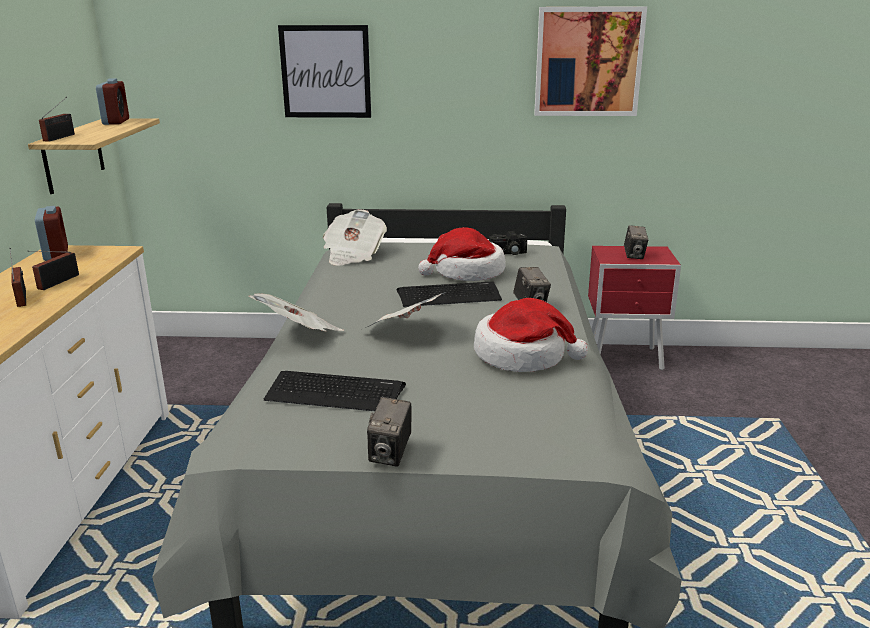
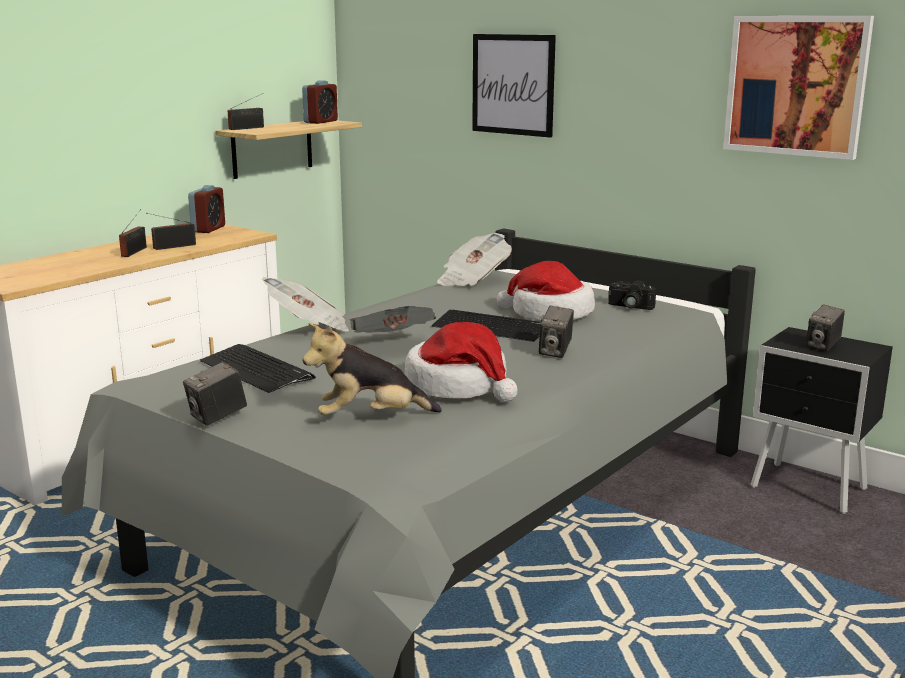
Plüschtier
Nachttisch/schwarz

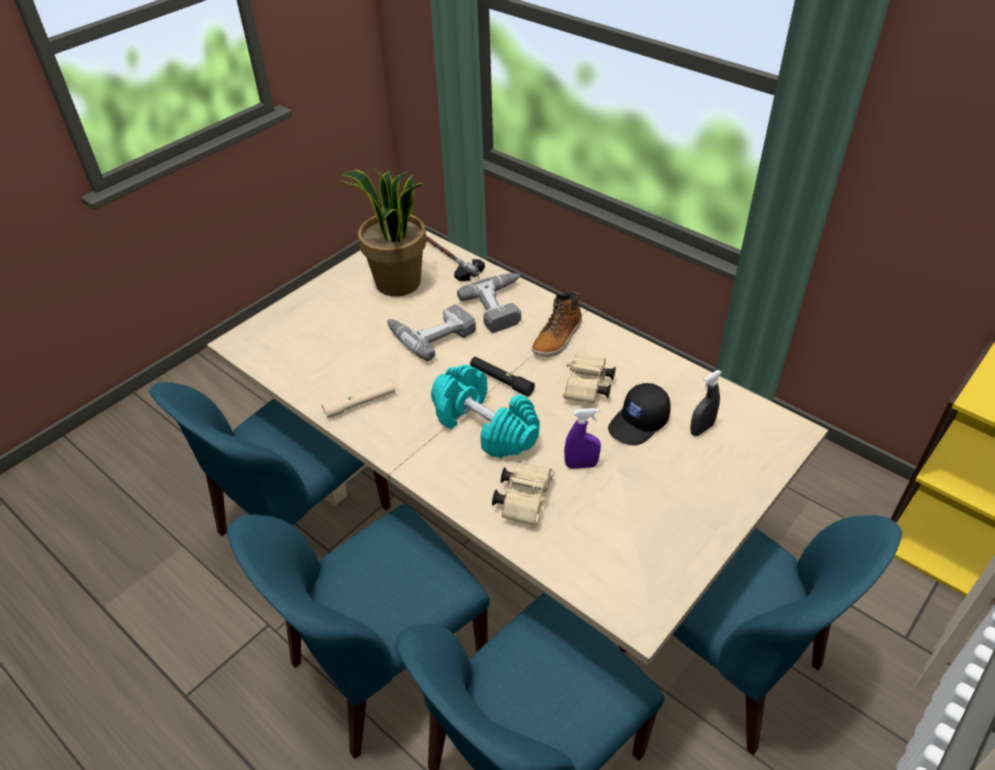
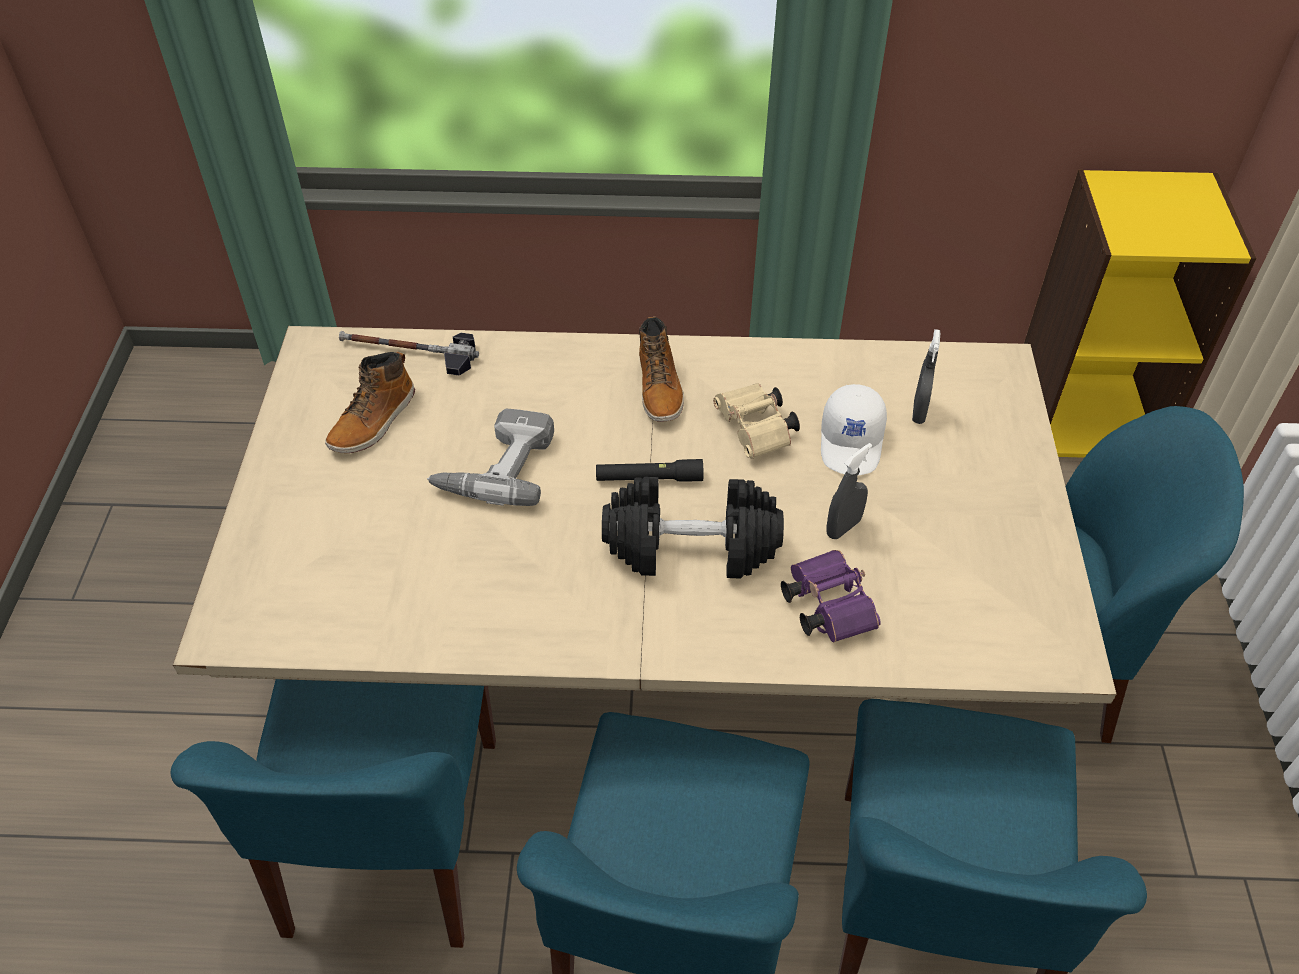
Taschenlampe/beige
Bohrmaschine (2nd from left in the first image)
Stiefel (1st from left)
Hantel/schwarz
Fernglas/lila
Sprühflasche/grau (1st from left)
Kappe/weiß

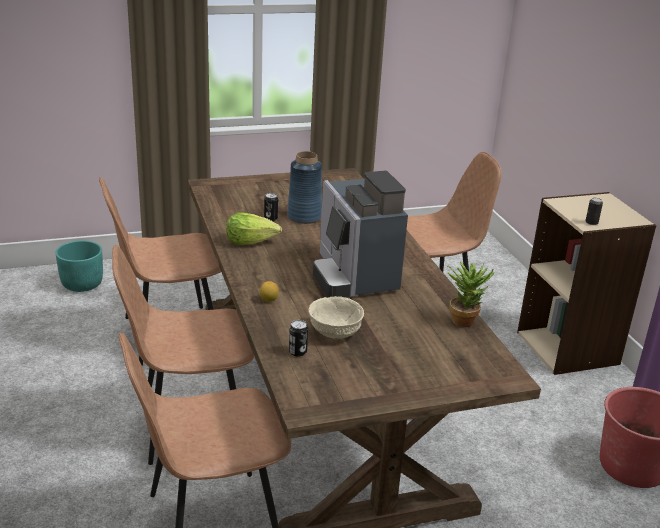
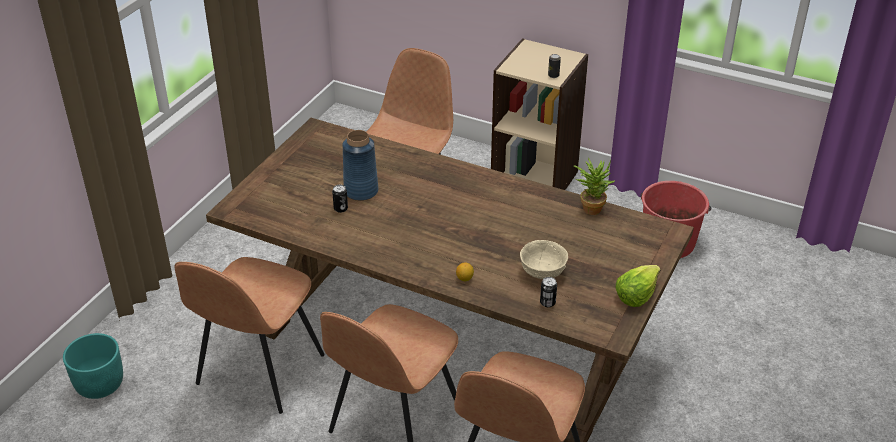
Kaffeemaschine
Salatkopf

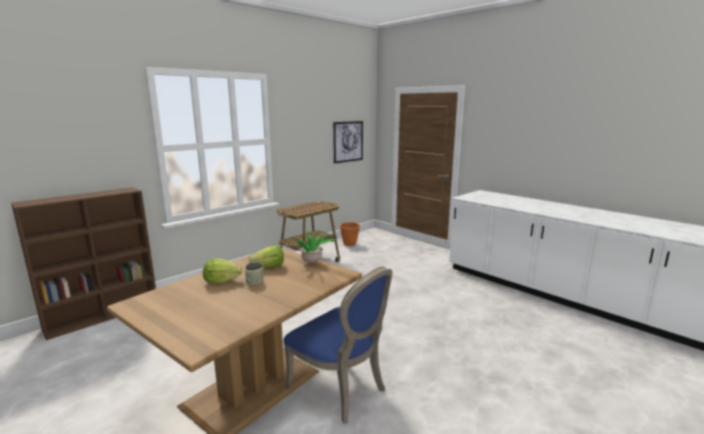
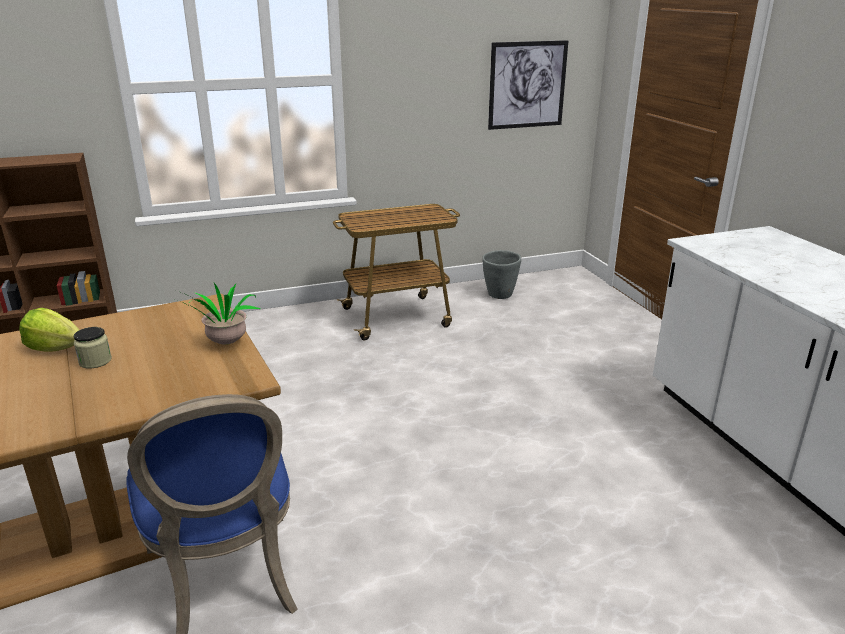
Salatkopf (2nd from left in the first image)
Pflanzkübel/grau

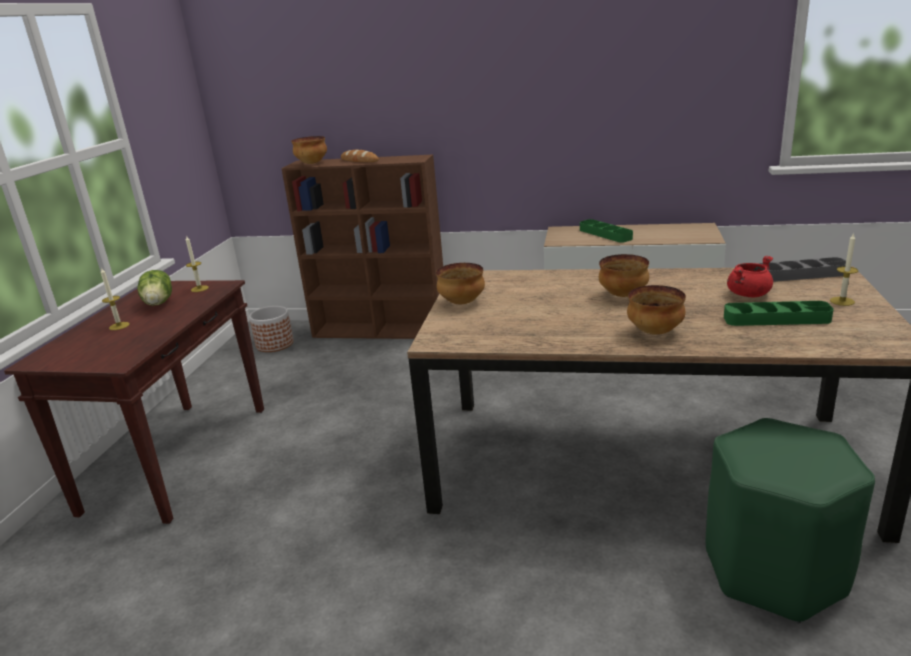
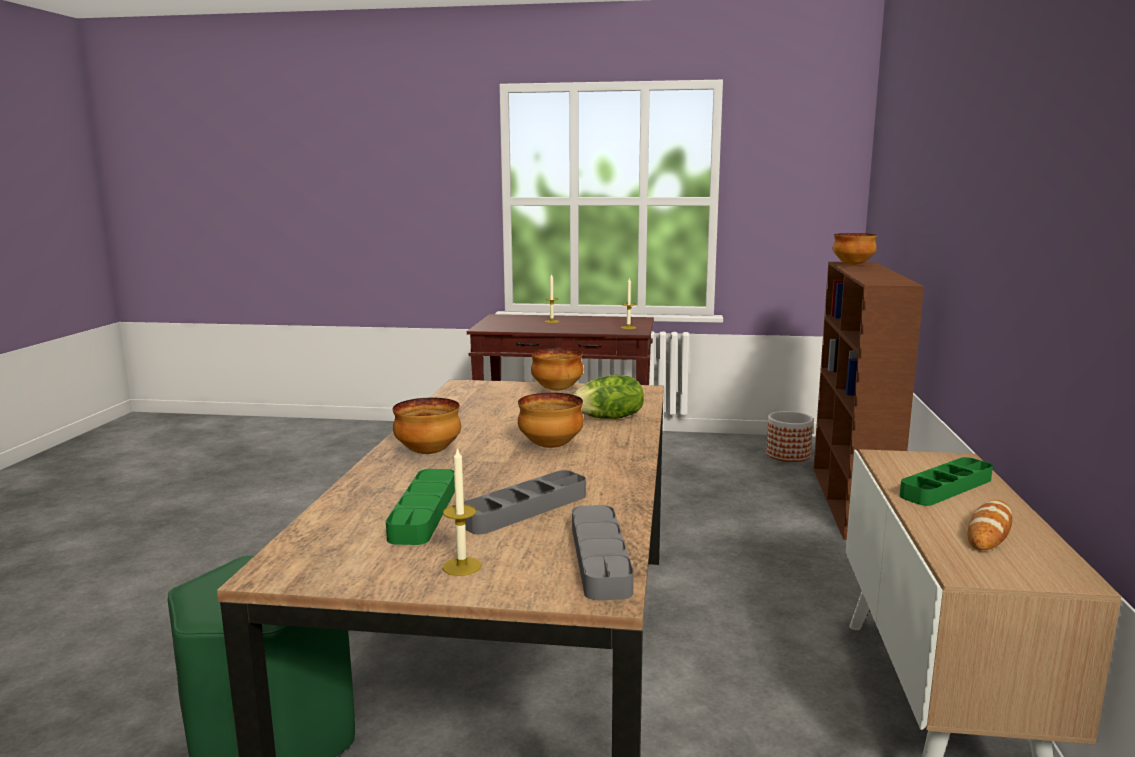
Salatkopf
Brot
Tablett/grau (1st from left)

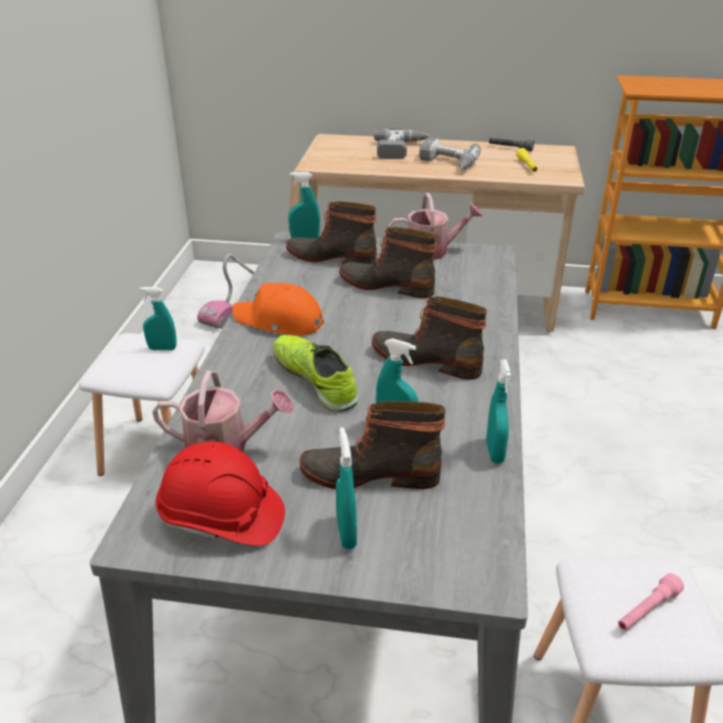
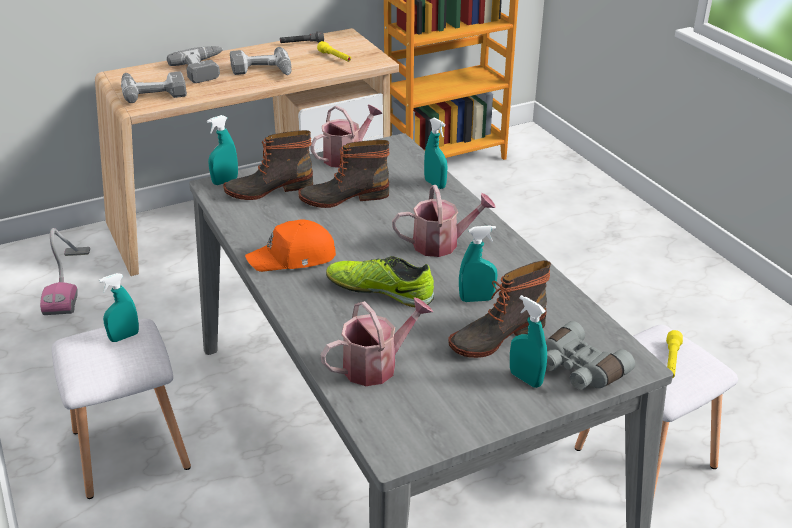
Schutzhelm/rot
Bohrmaschine (1st from left)
Fernglas/grau
Sprühflasche/türkis (3rd from left)
Gießkanne (3rd from left)
Taschenlampe/gelb (2nd from left)

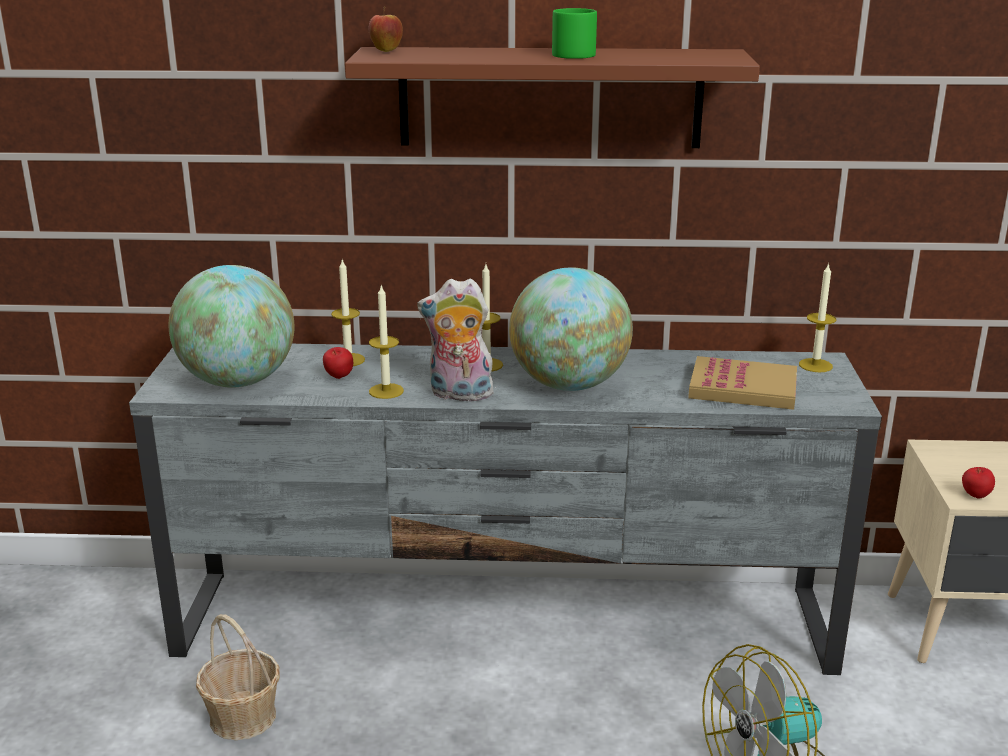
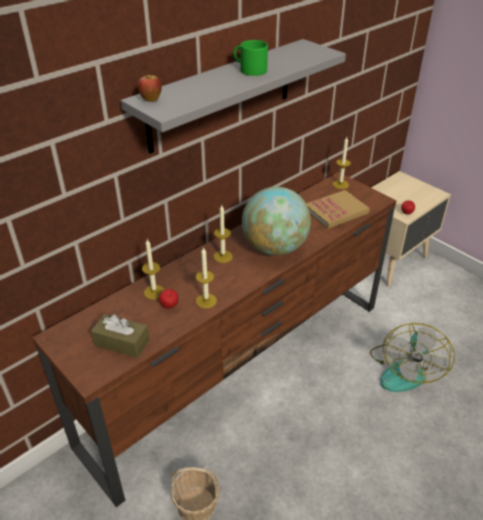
Plüschtier
Taschentuchbox/braun
Fernsehschrank/braun
Wandregal/grau

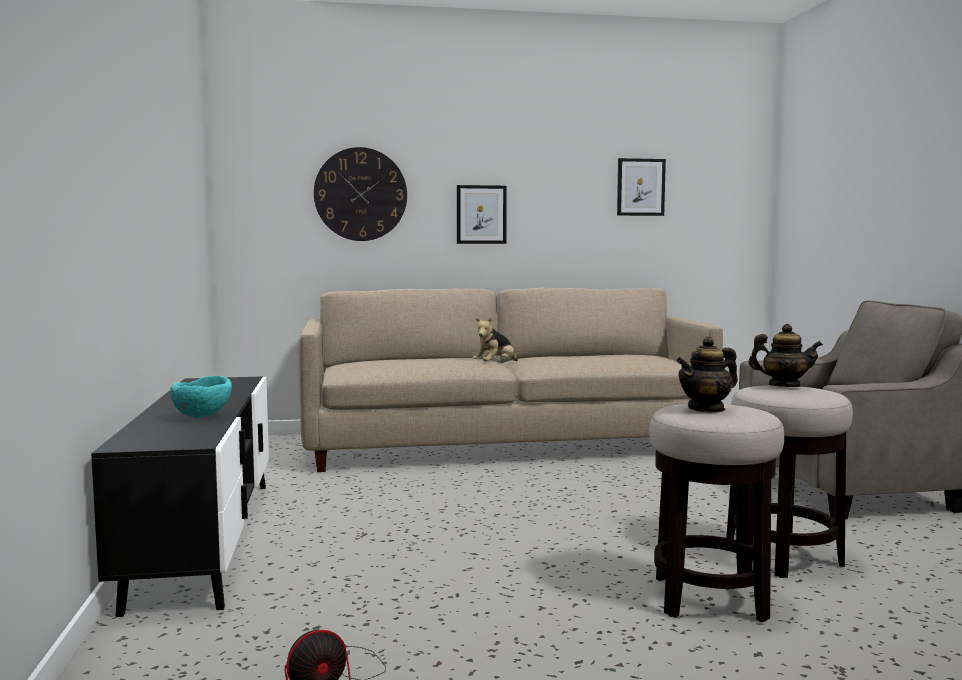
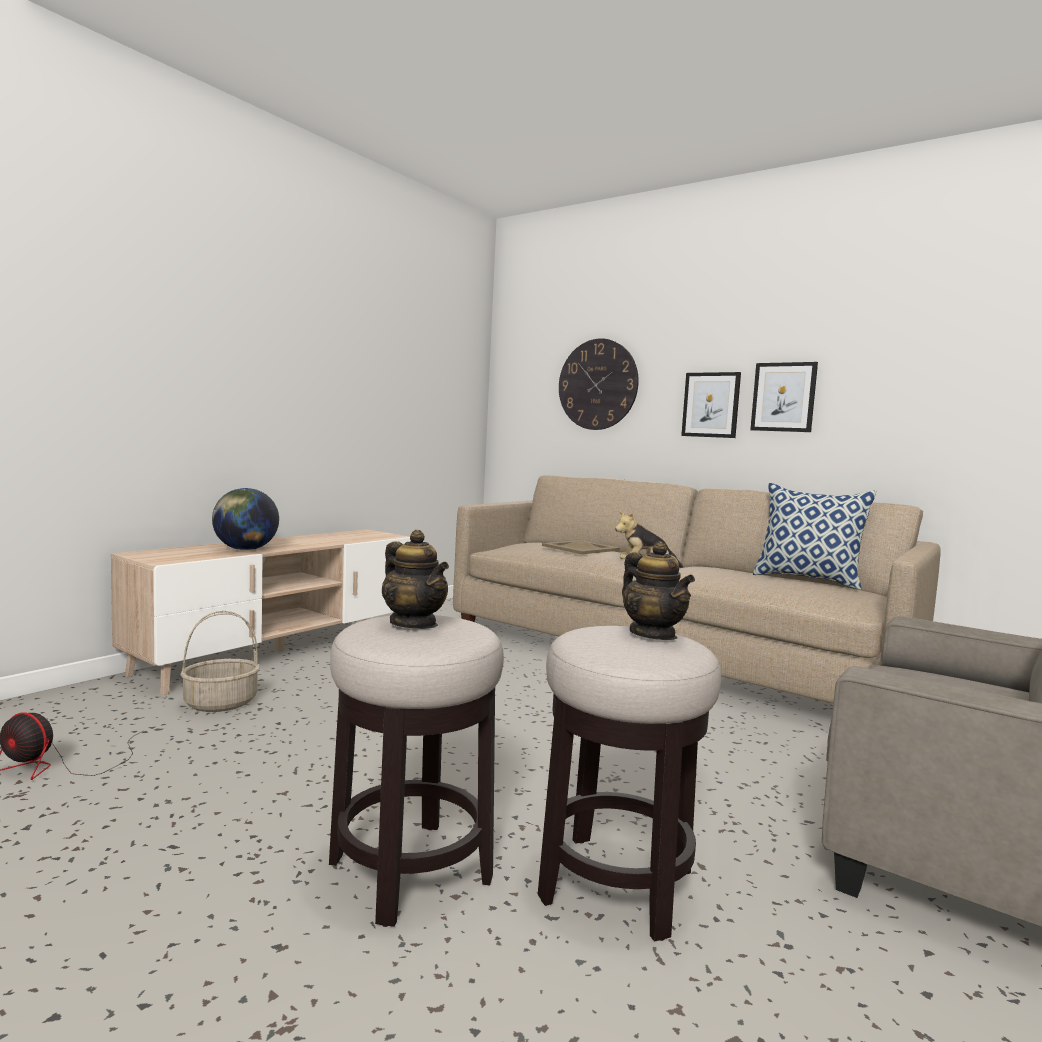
Korb
Tablett/beige
Kissen
Bild (2nd from left)
Globus
Fernsehschrank/beige
Teekanne (1st from left)

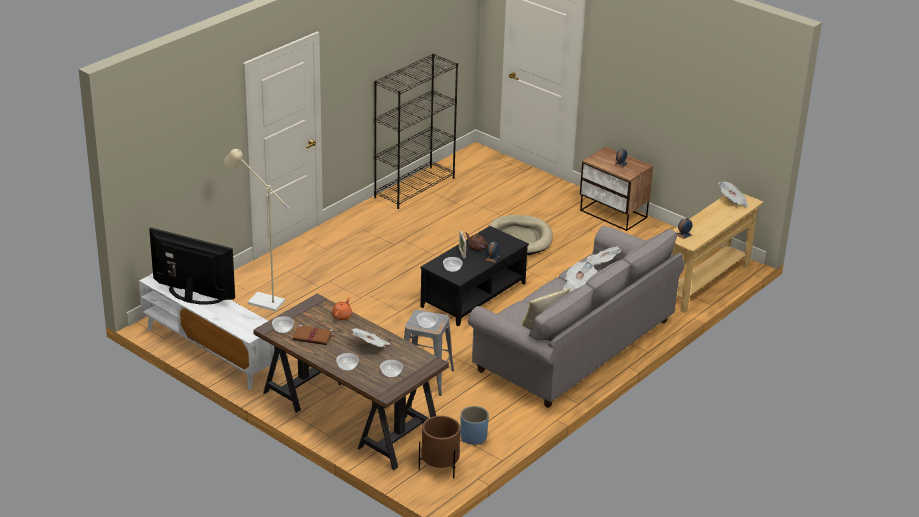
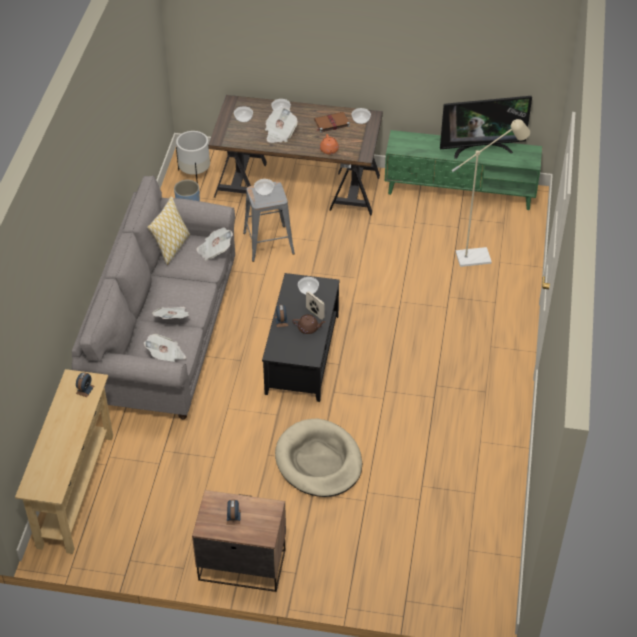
Bücherregal/schwarz
Zeitung (3rd from left)
Fernsehschrank/grün
Pflanzkübel/weiß

